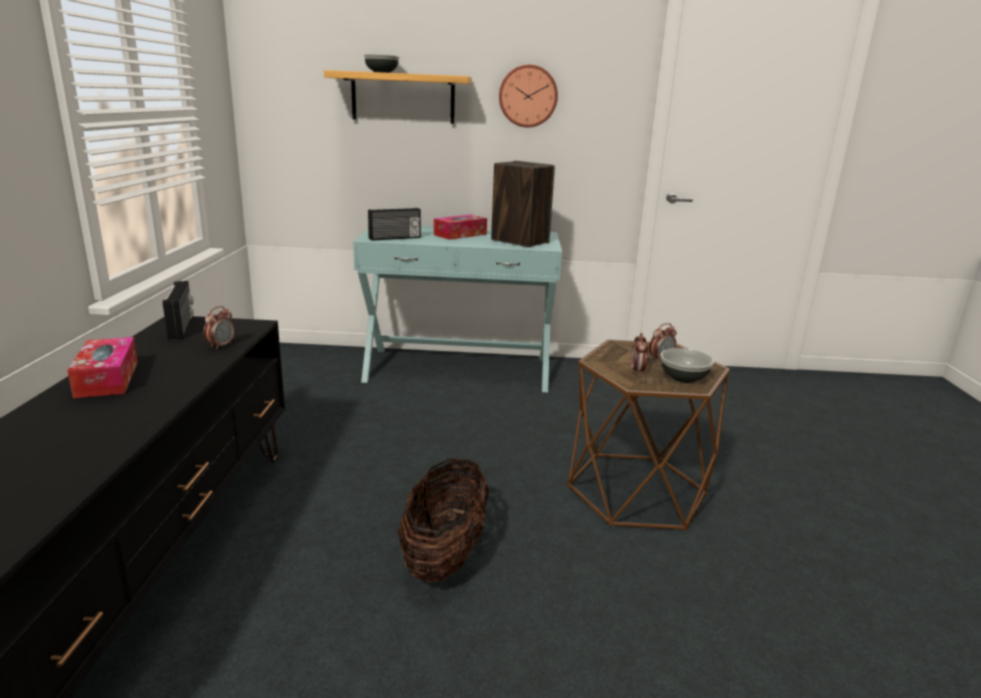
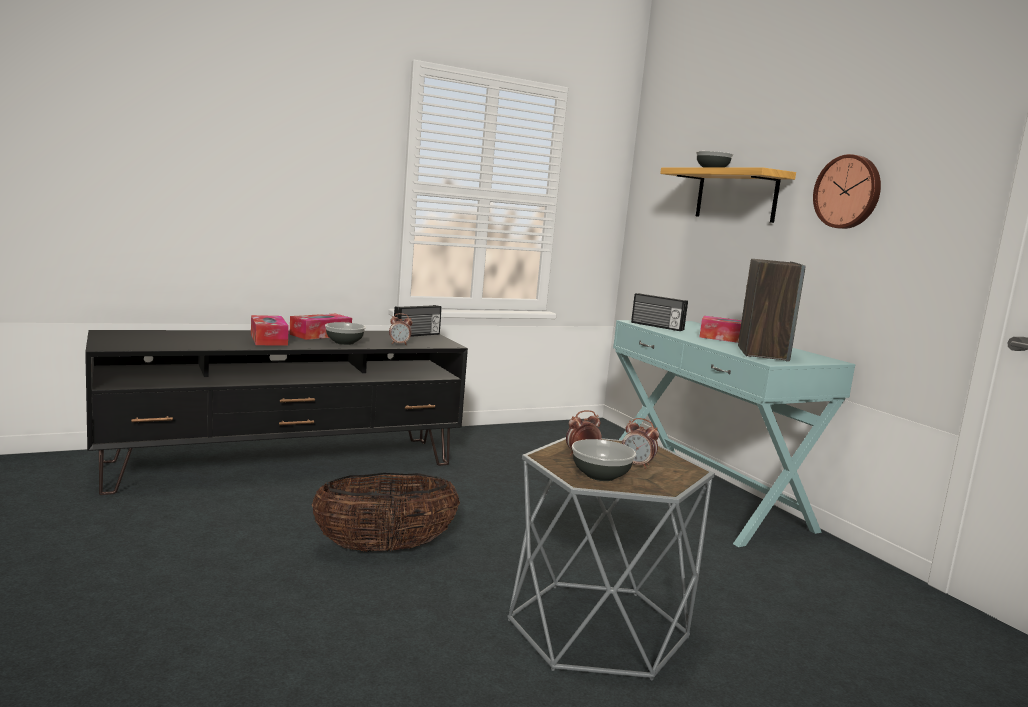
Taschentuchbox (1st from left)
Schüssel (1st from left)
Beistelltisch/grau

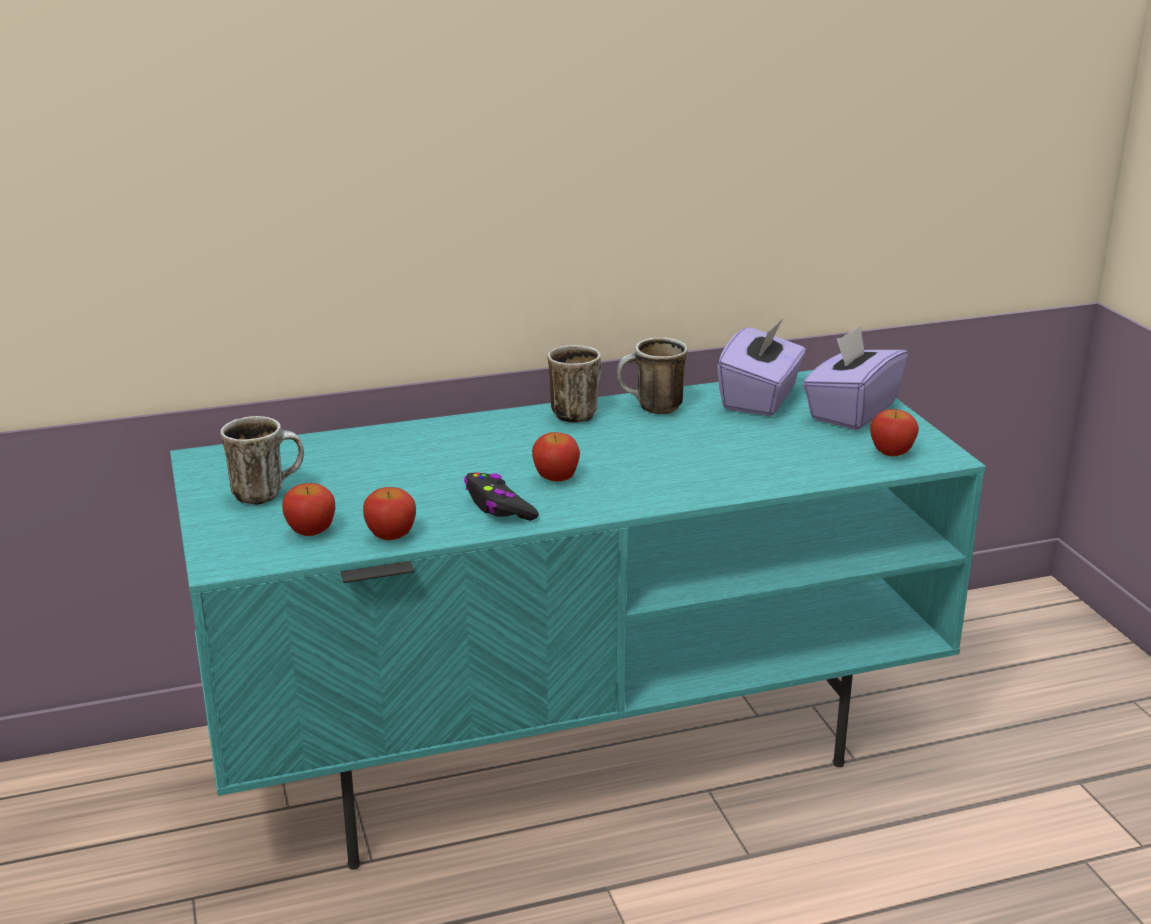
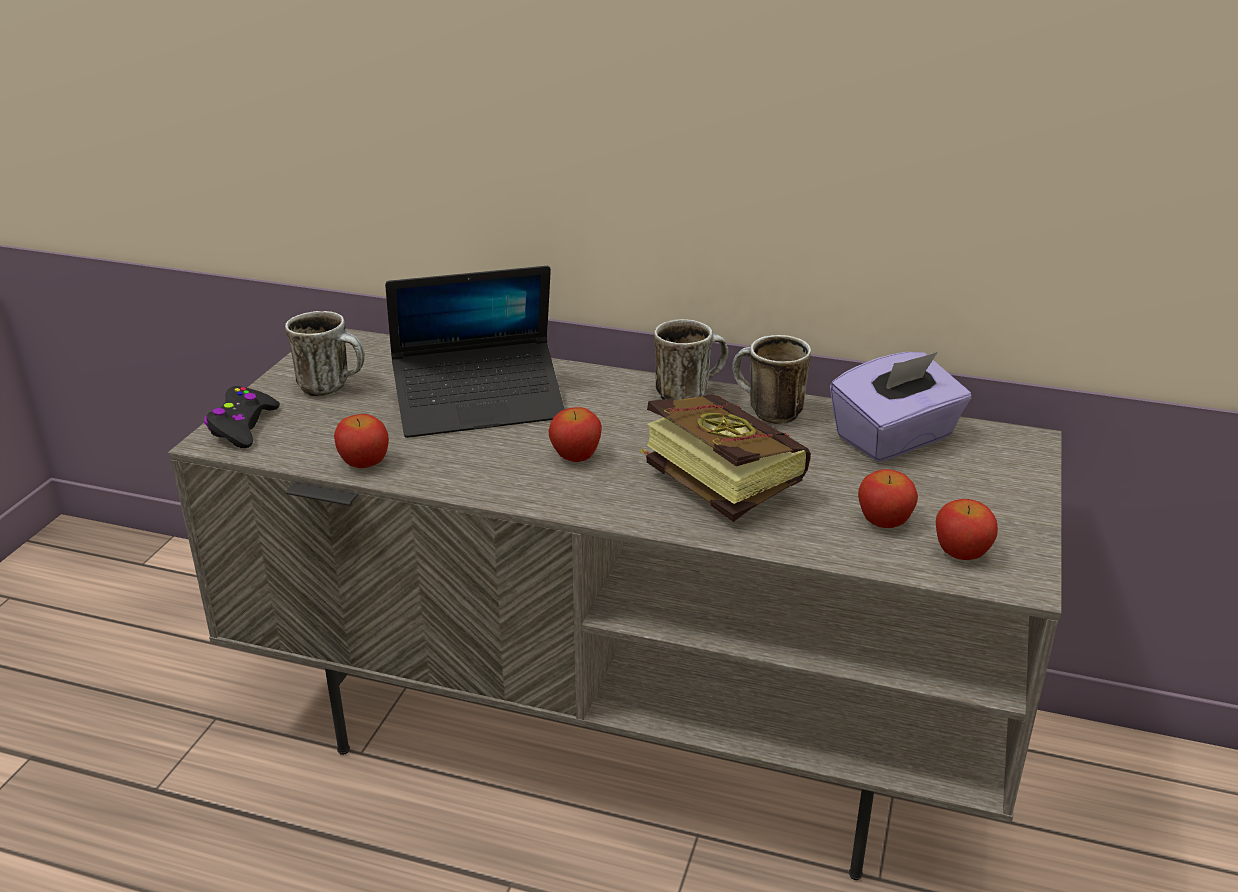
Taschentuchbox/lila (2nd from left in the first image)
Laptop
Buch
Apfel (3rd from left)
Gamepad/schwarz
Fernsehschrank/grau

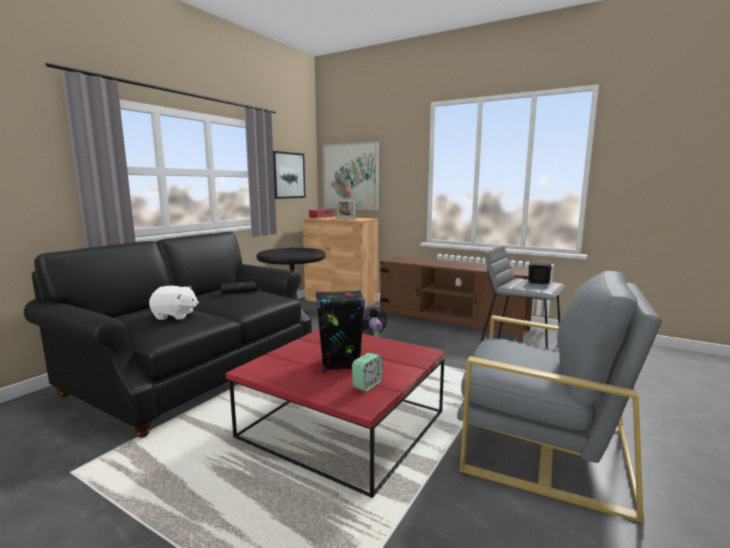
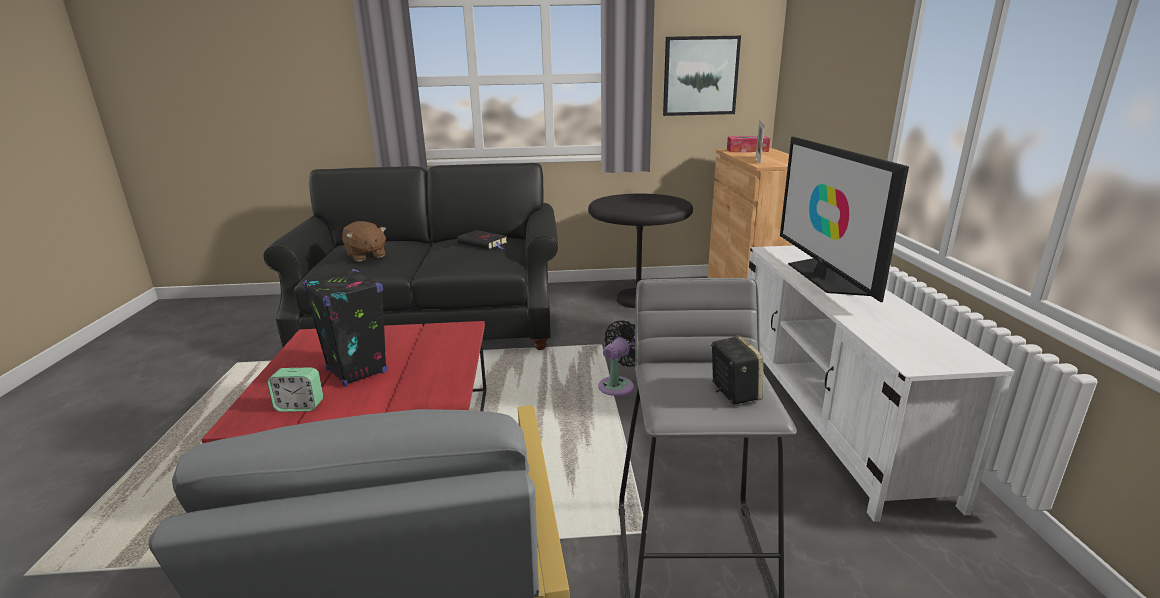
Bild (2nd from left in the first image)
Fernseher
Plüschtier/braun
Fernsehschrank/weiß

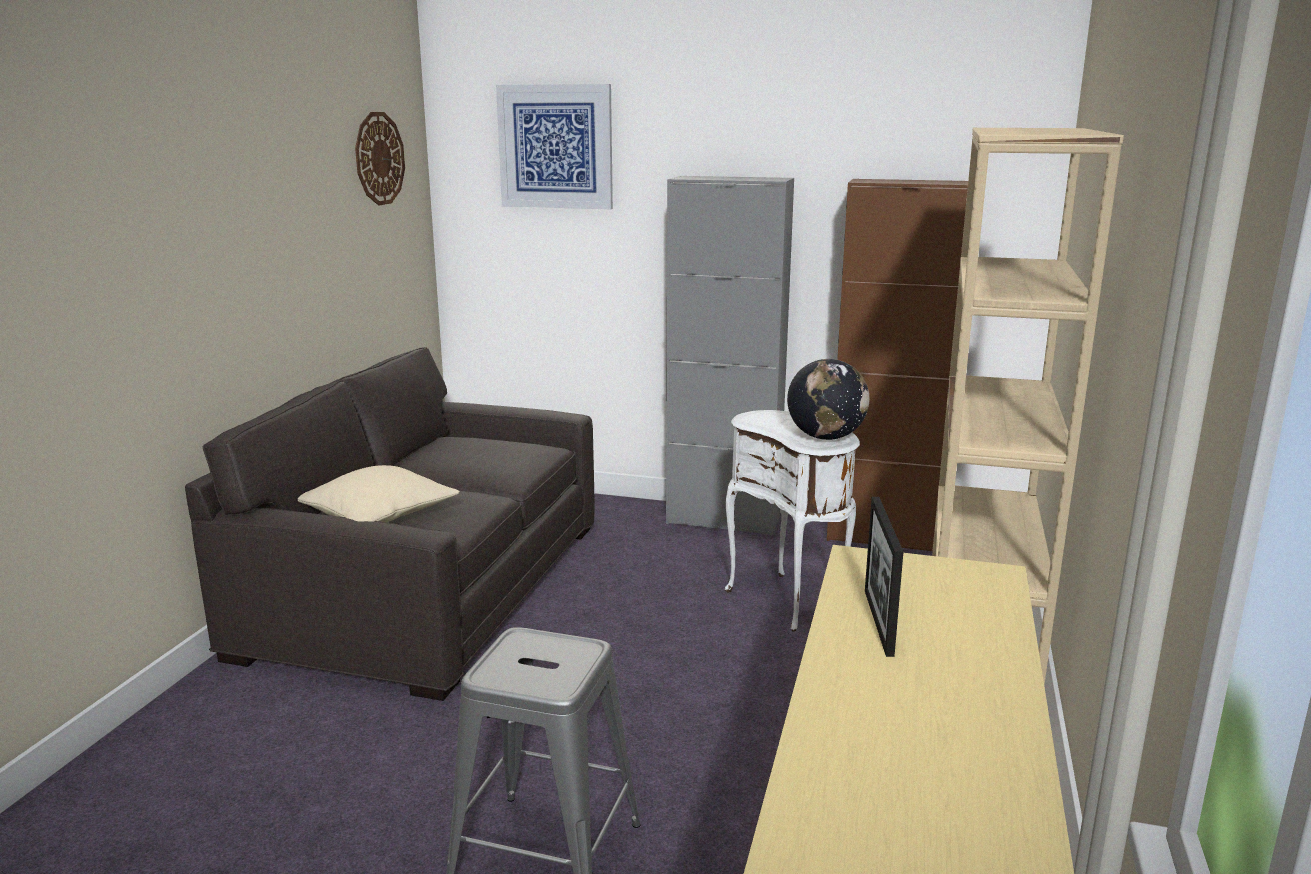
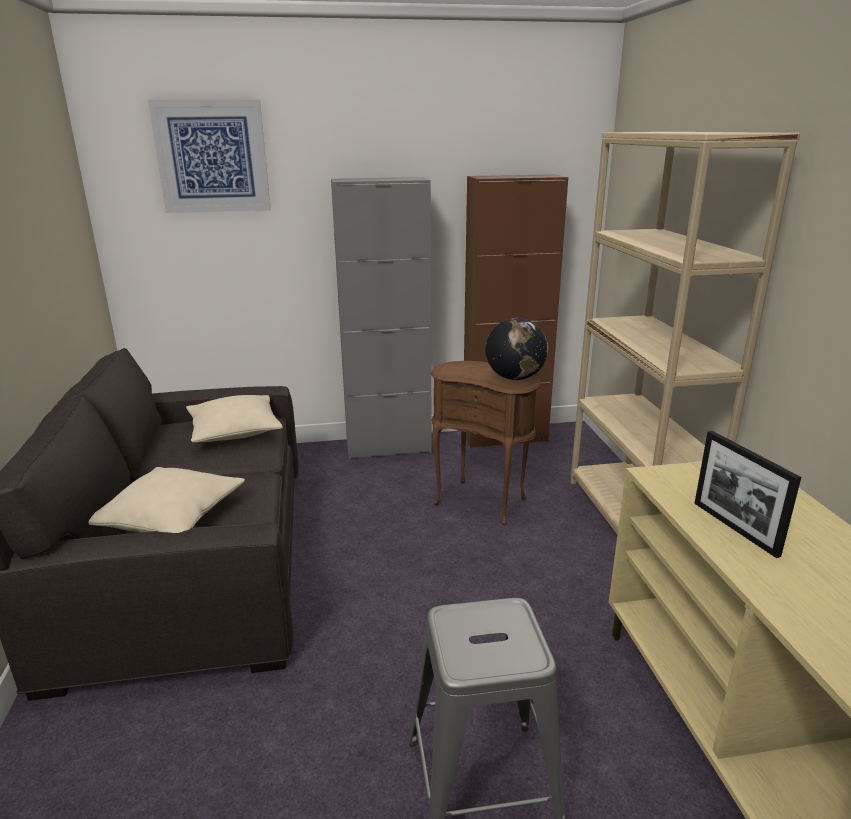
Wanduhr
Kissen/beige (2nd from left)
Beistelltisch/braun

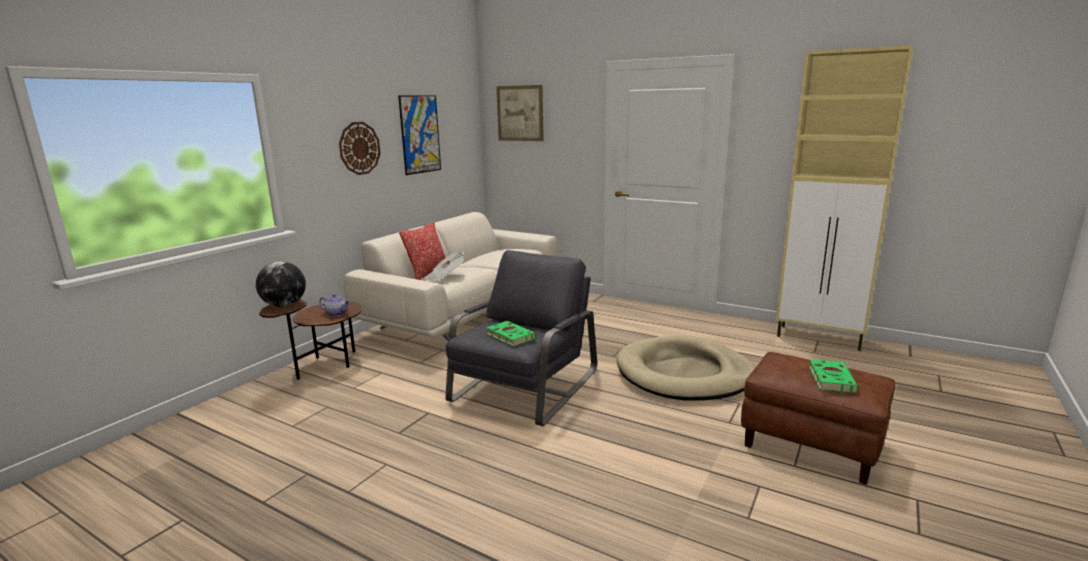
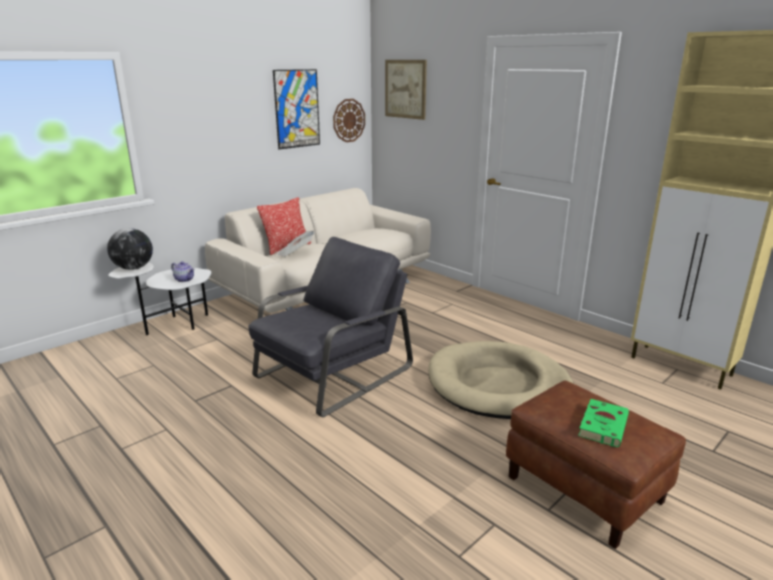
Buch/grün (1st from left in the first image)
Wanduhr
Beistelltisch/weiß

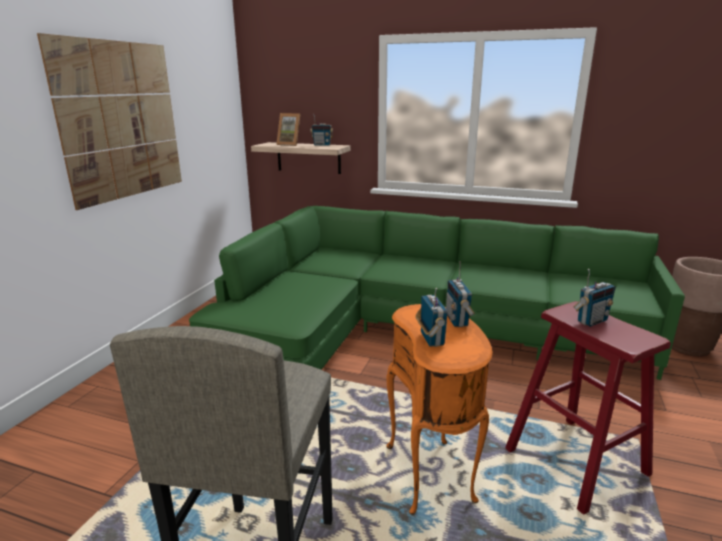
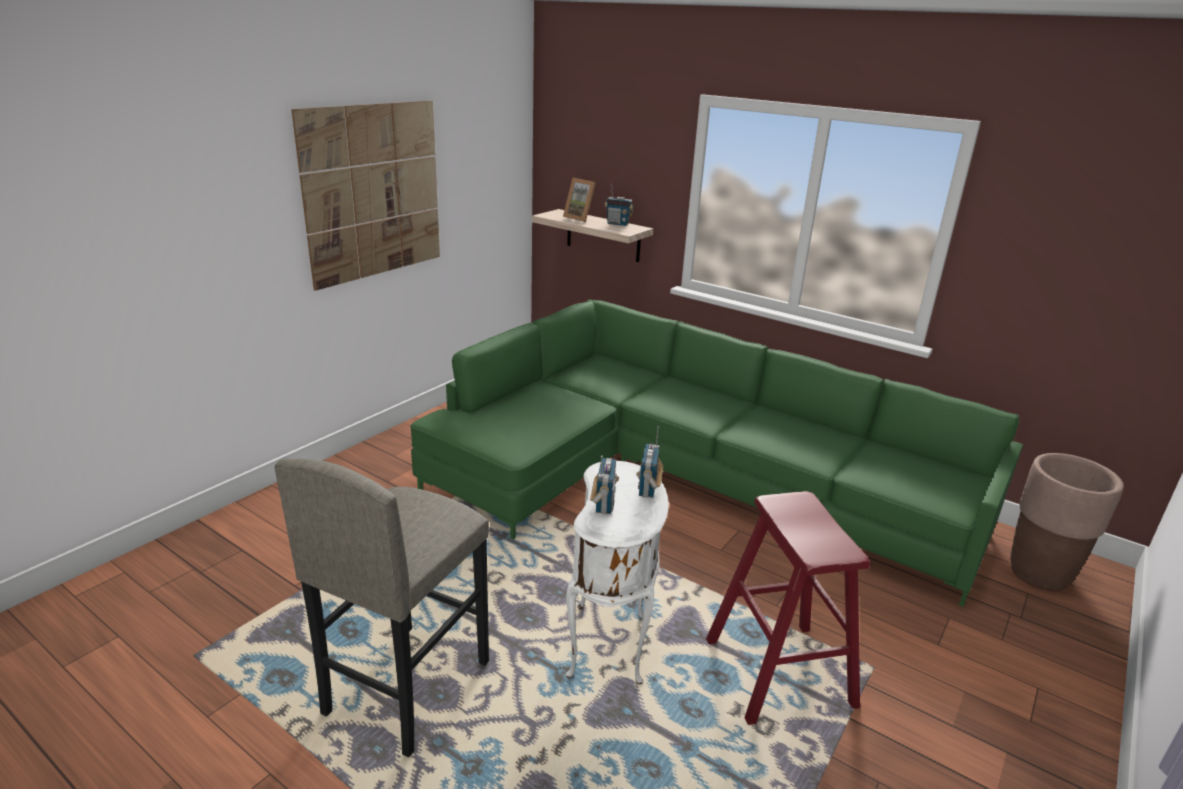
Radio (4th from left in the first image)
Beistelltisch/weiß

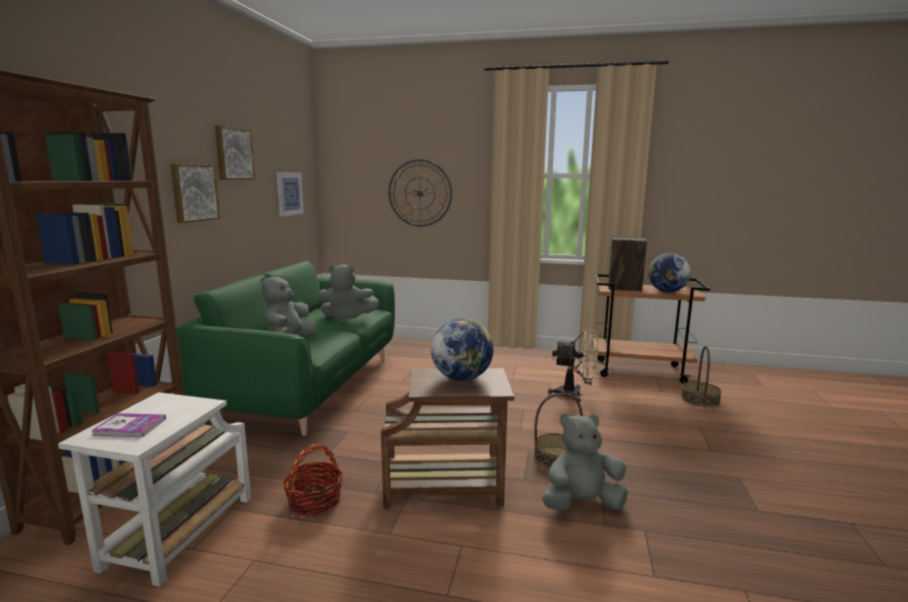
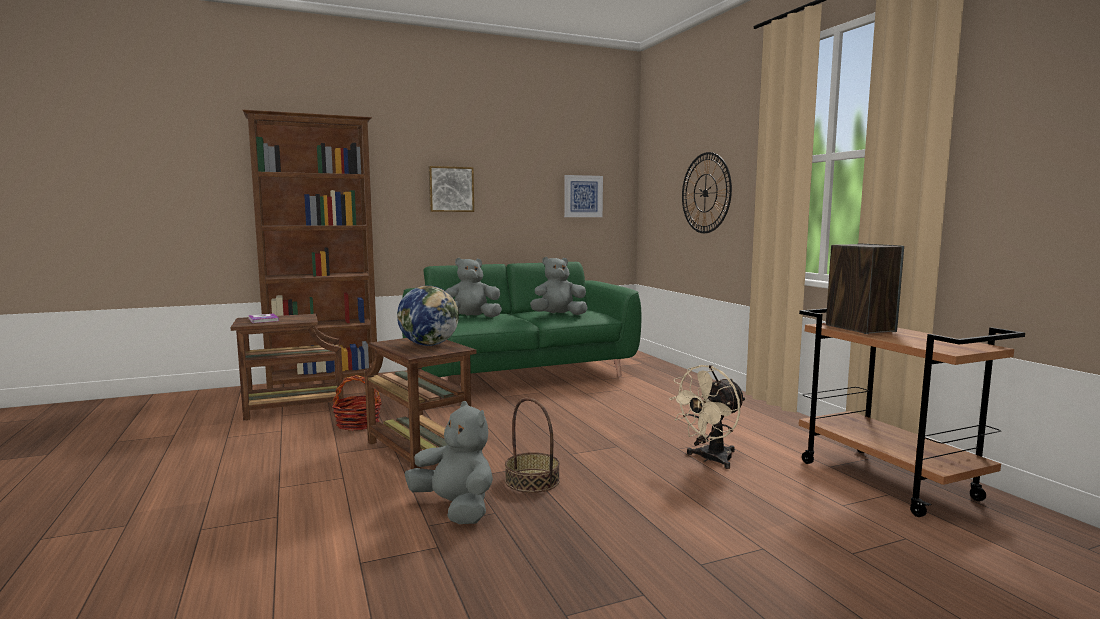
Bild (2nd from left in the first image)
Globus (2nd from left in the first image)
Korb (3rd from left in the first image)
Beistelltisch/braun (1st from left)
Plüschtier/grau (3rd from left)
Ventilator/beige

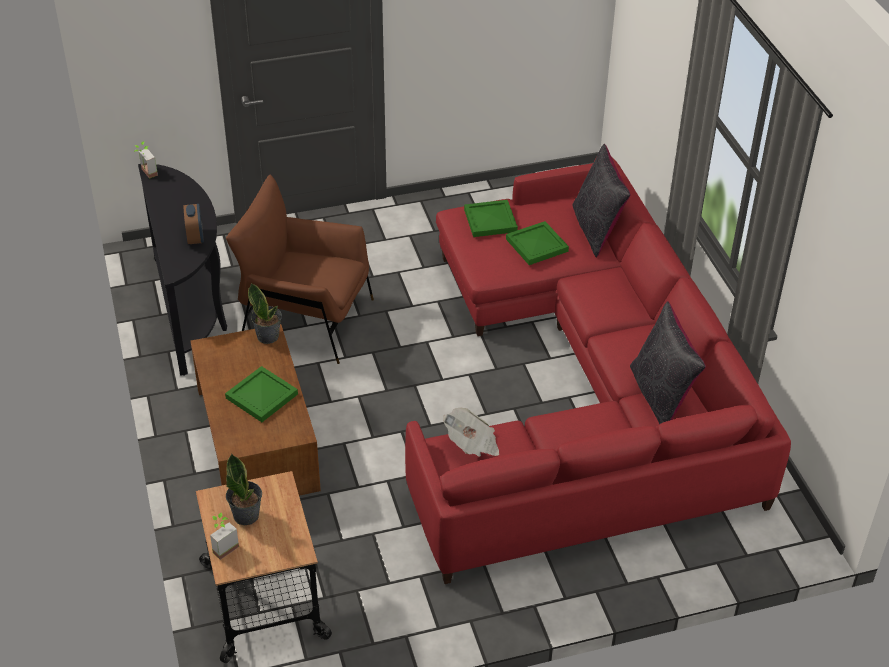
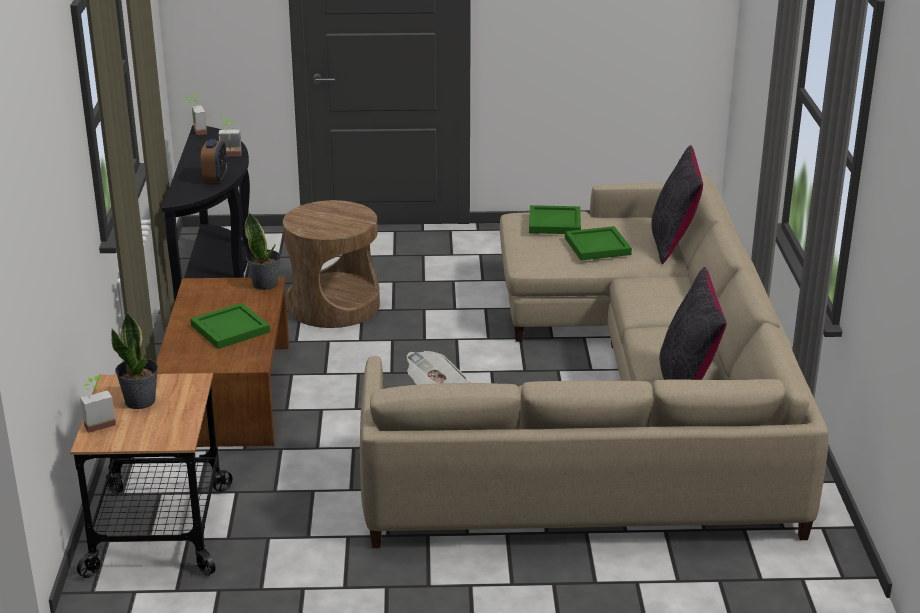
Topfpflanze (4th from left)
Beistelltisch/braun
Sofa/beige

